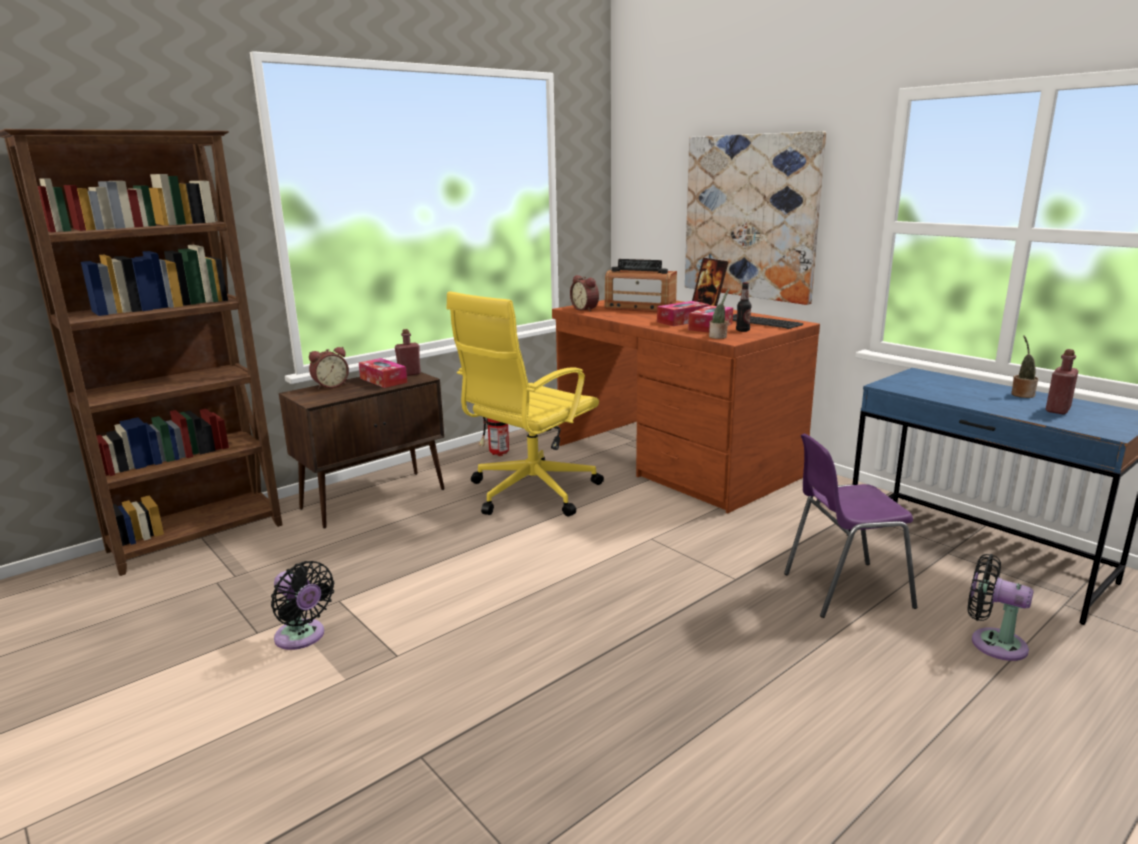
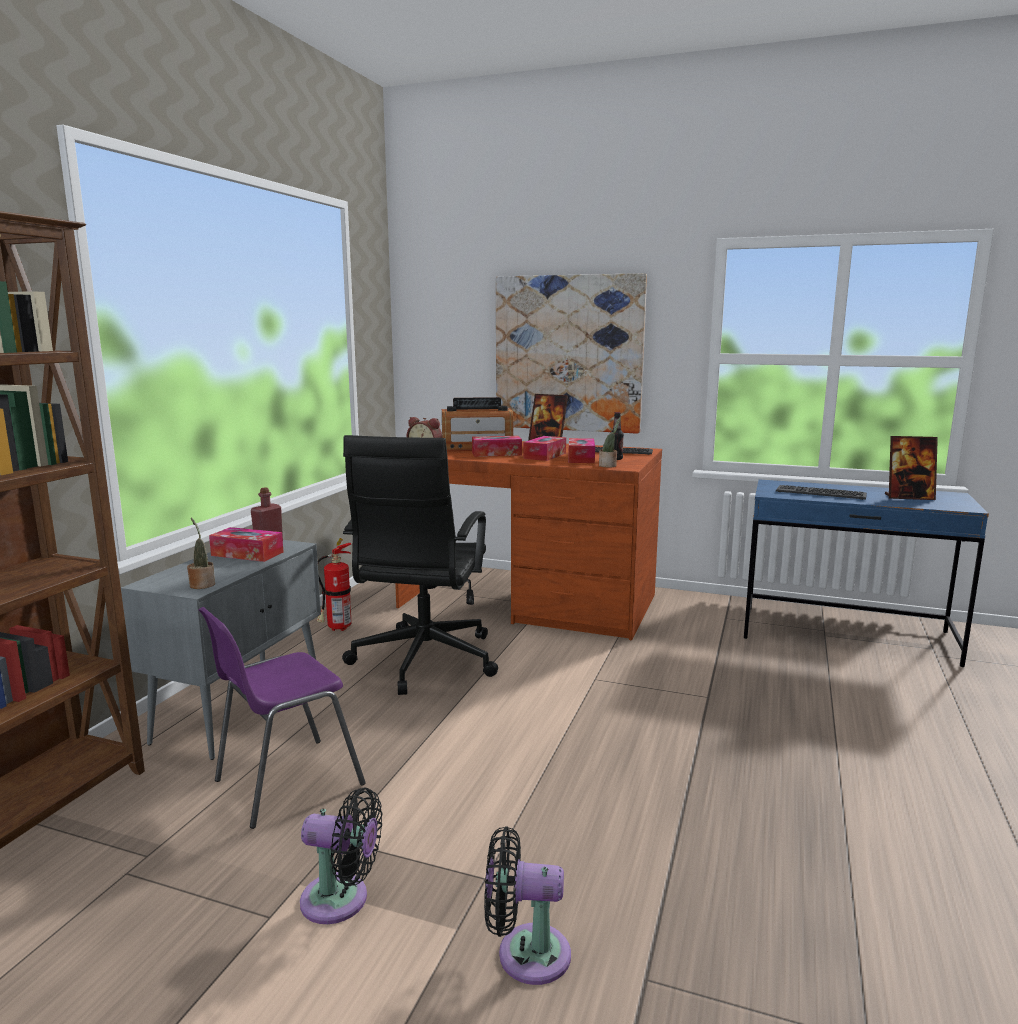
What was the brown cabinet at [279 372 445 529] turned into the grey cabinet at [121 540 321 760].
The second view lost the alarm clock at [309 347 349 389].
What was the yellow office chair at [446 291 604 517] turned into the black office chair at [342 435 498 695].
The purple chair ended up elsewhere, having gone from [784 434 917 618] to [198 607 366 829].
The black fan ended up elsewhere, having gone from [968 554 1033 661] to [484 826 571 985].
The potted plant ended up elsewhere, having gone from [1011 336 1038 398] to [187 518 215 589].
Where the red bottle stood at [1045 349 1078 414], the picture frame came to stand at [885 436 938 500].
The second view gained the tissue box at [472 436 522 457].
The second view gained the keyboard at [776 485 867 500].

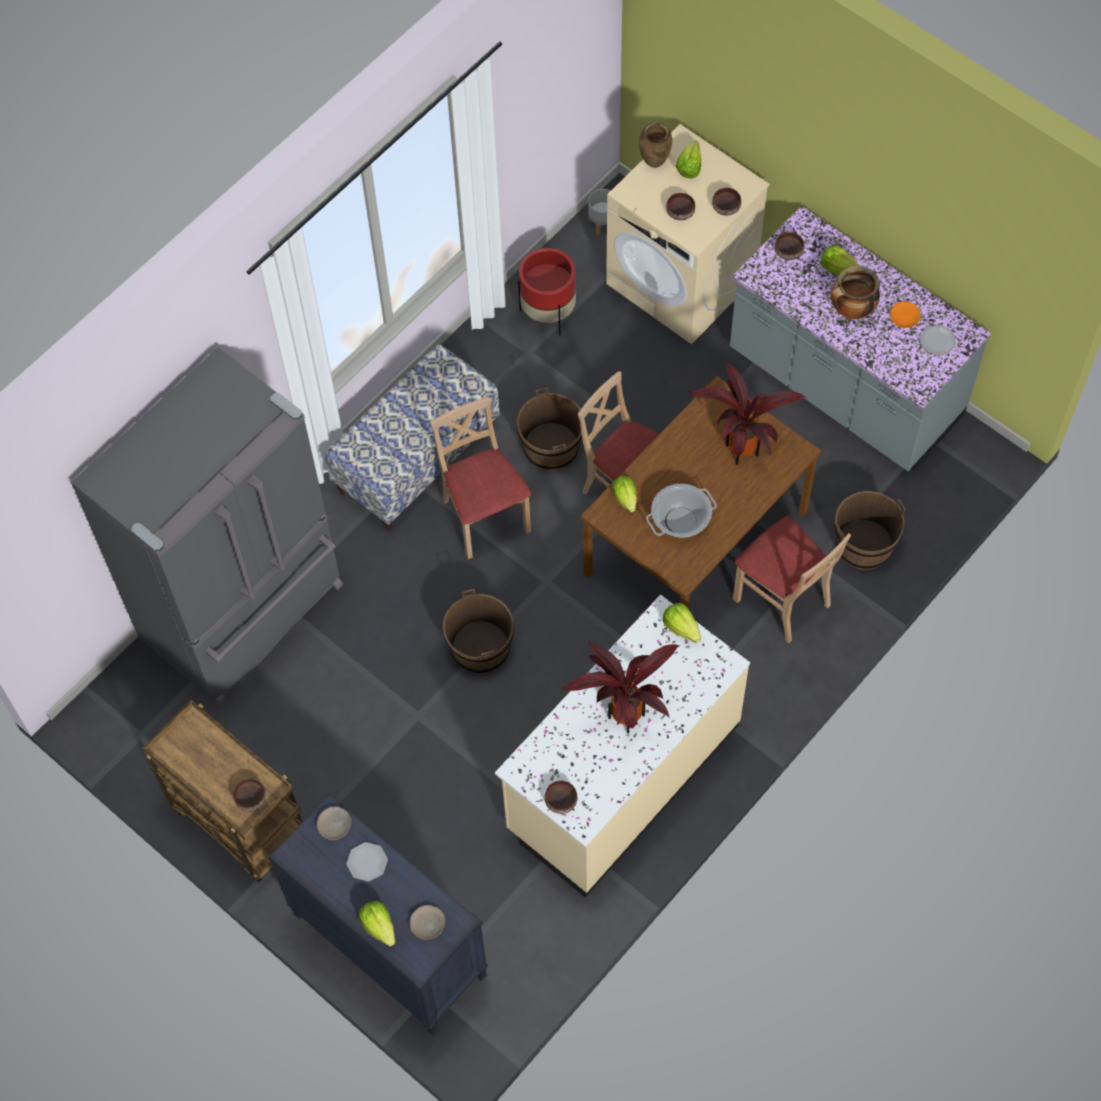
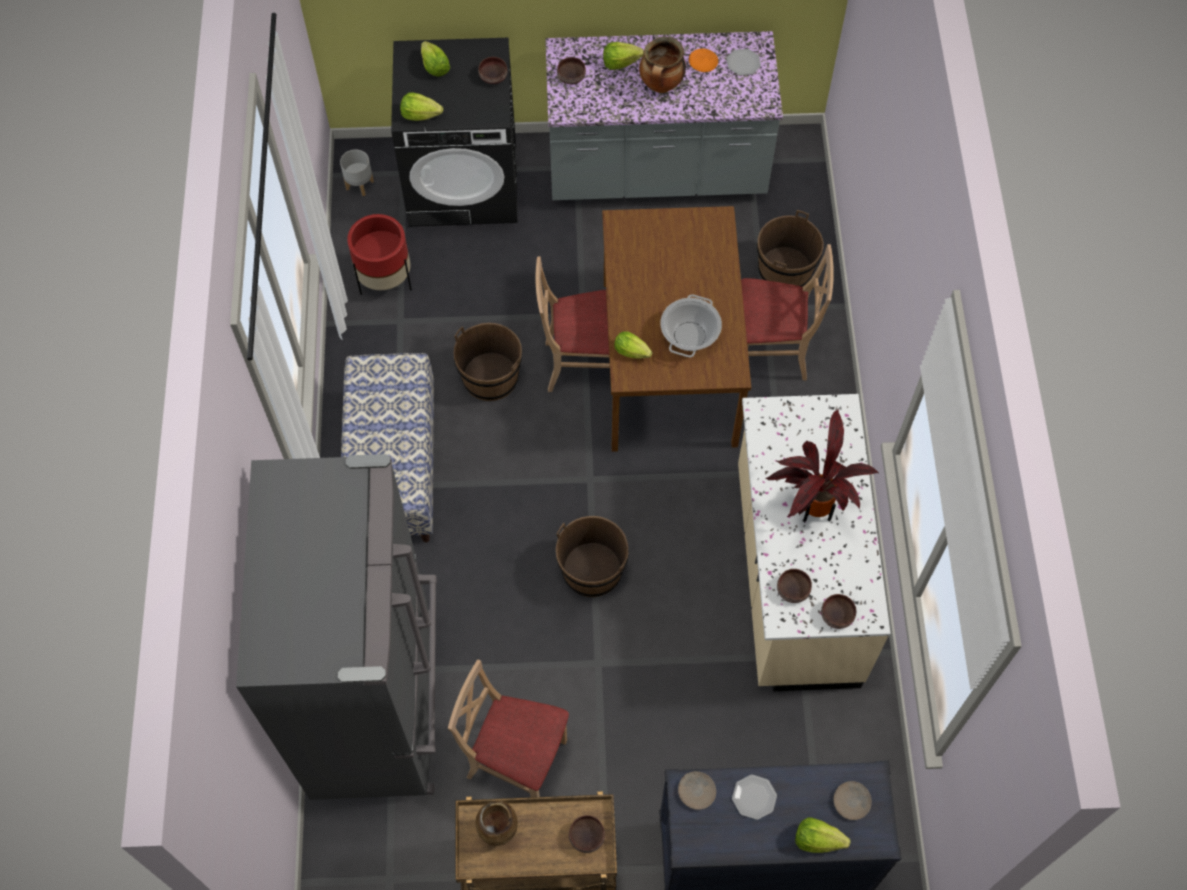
The beige chair ended up elsewhere, having gone from [430 397 531 559] to [448 659 569 797].
What was the beige washing machine at [606 124 770 344] turned into the black washing machine at [391 38 517 227].
The brown vase ended up elsewhere, having gone from [639 123 672 168] to [475 800 518 846].
The lettuce ended up elsewhere, having gone from [663 603 701 643] to [400 92 443 121].
The brown bowl ended up elsewhere, having gone from [666 193 695 220] to [777 569 812 603].
The second view lost the potted plant at [688 362 806 465].

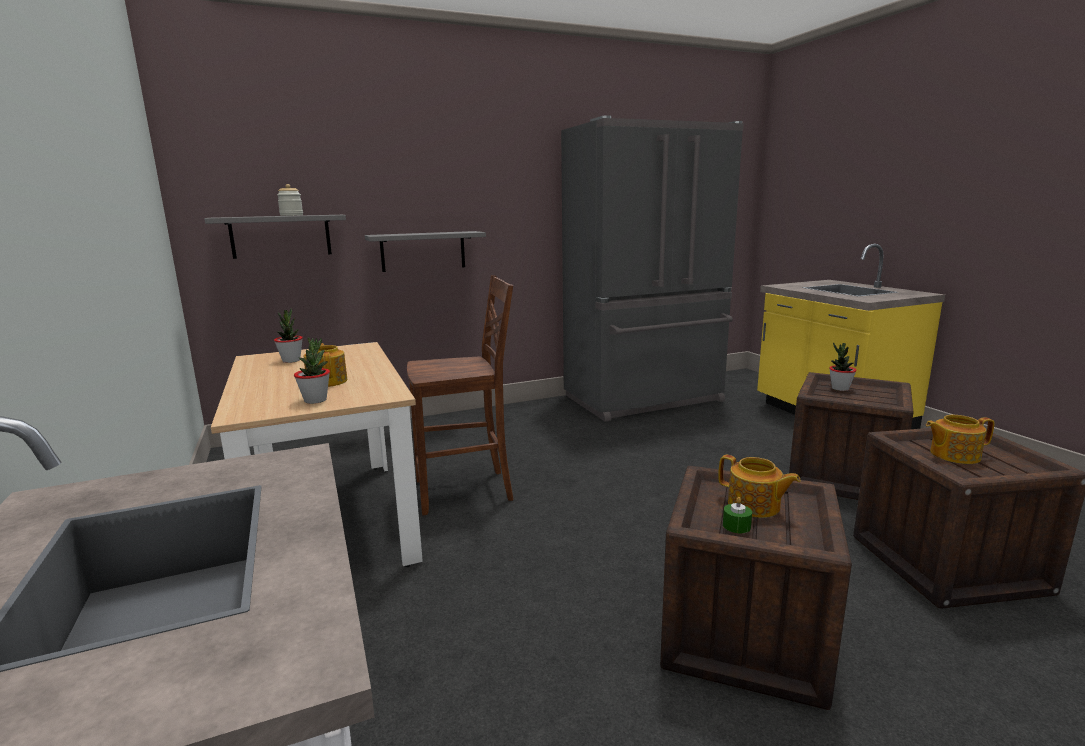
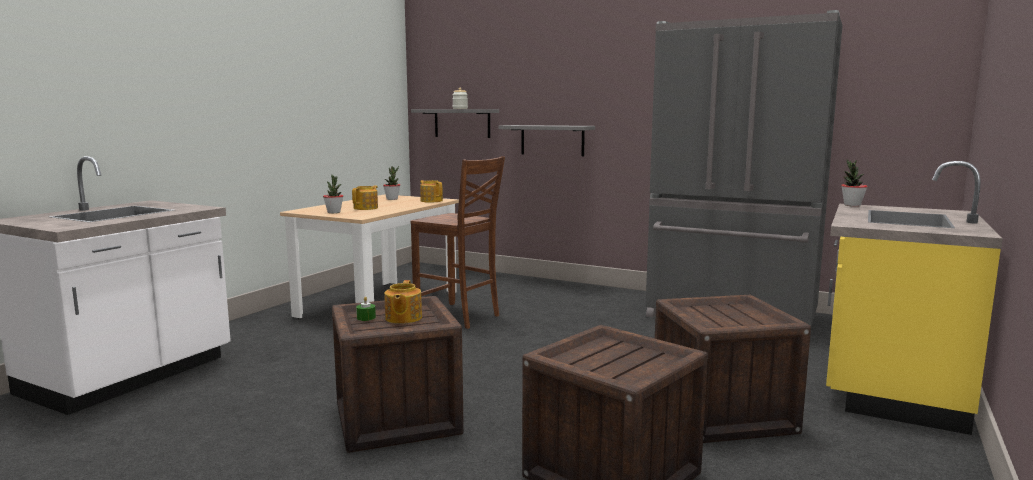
The potted plant ended up elsewhere, having gone from [829 343 857 391] to [841 160 868 207].
The teapot ended up elsewhere, having gone from [926 415 995 464] to [420 180 443 203].

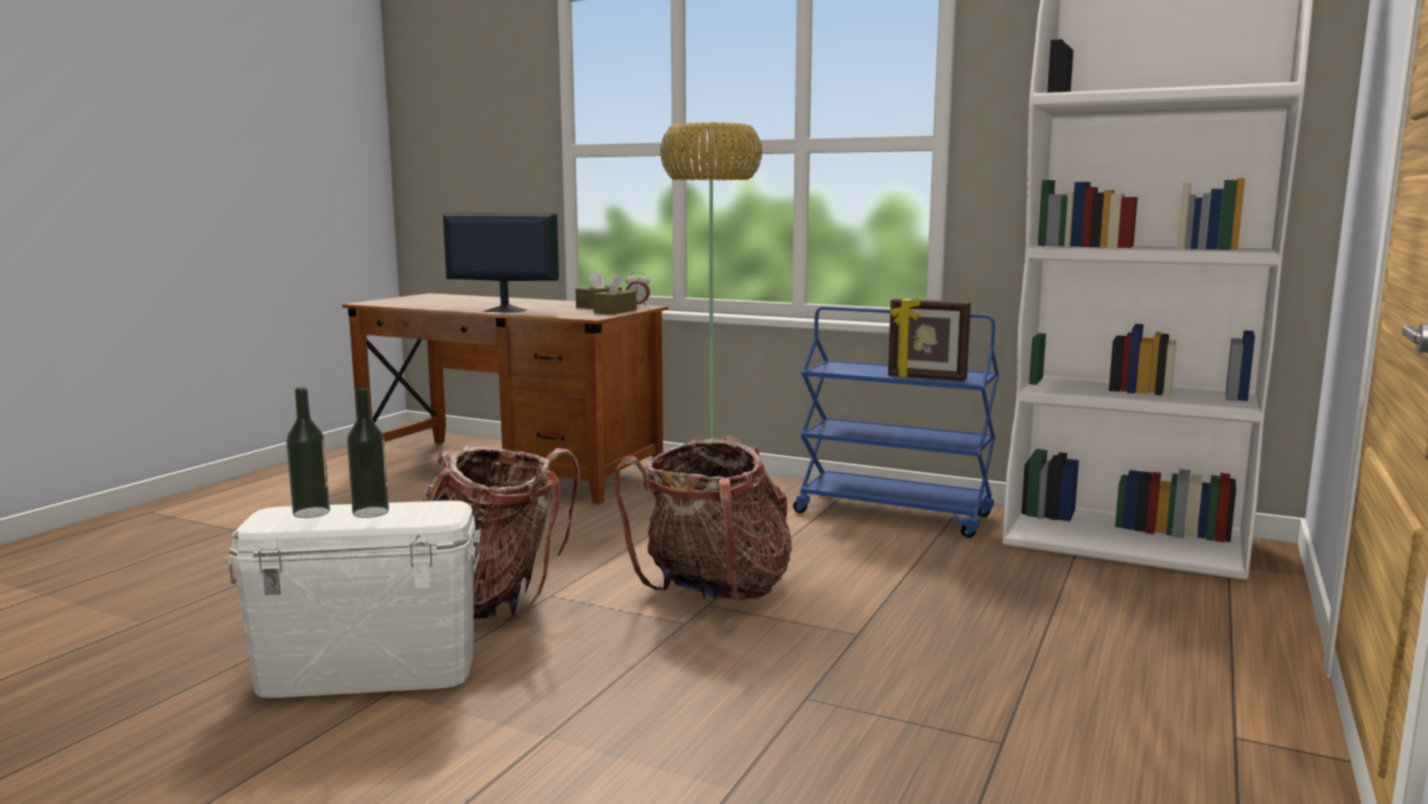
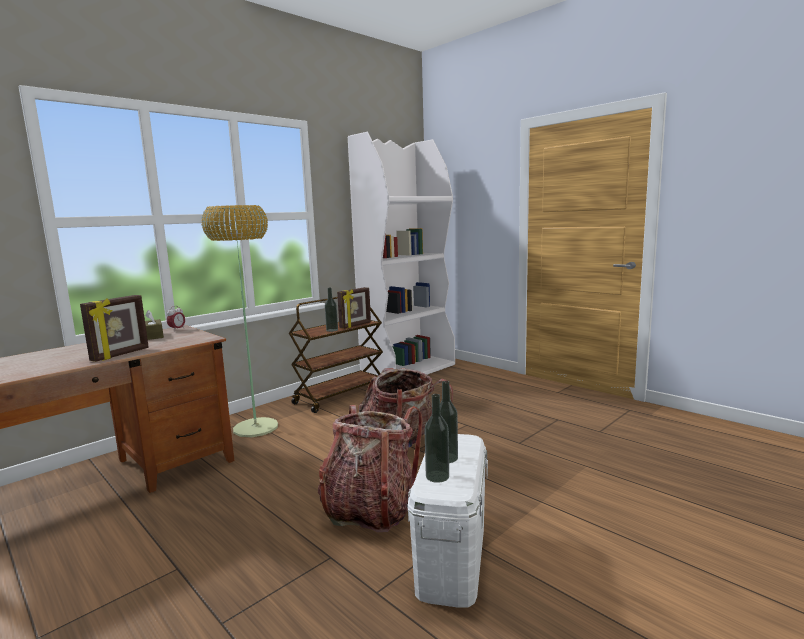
Where the monitor stood at [443 213 559 313], the picture frame came to stand at [80 295 149 362].
The second view lost the brown tissue box at [593 273 637 314].
What was the blue cart at [793 307 999 538] turned into the brown cart at [289 297 383 413].
The second view gained the bottle at [325 288 338 332].

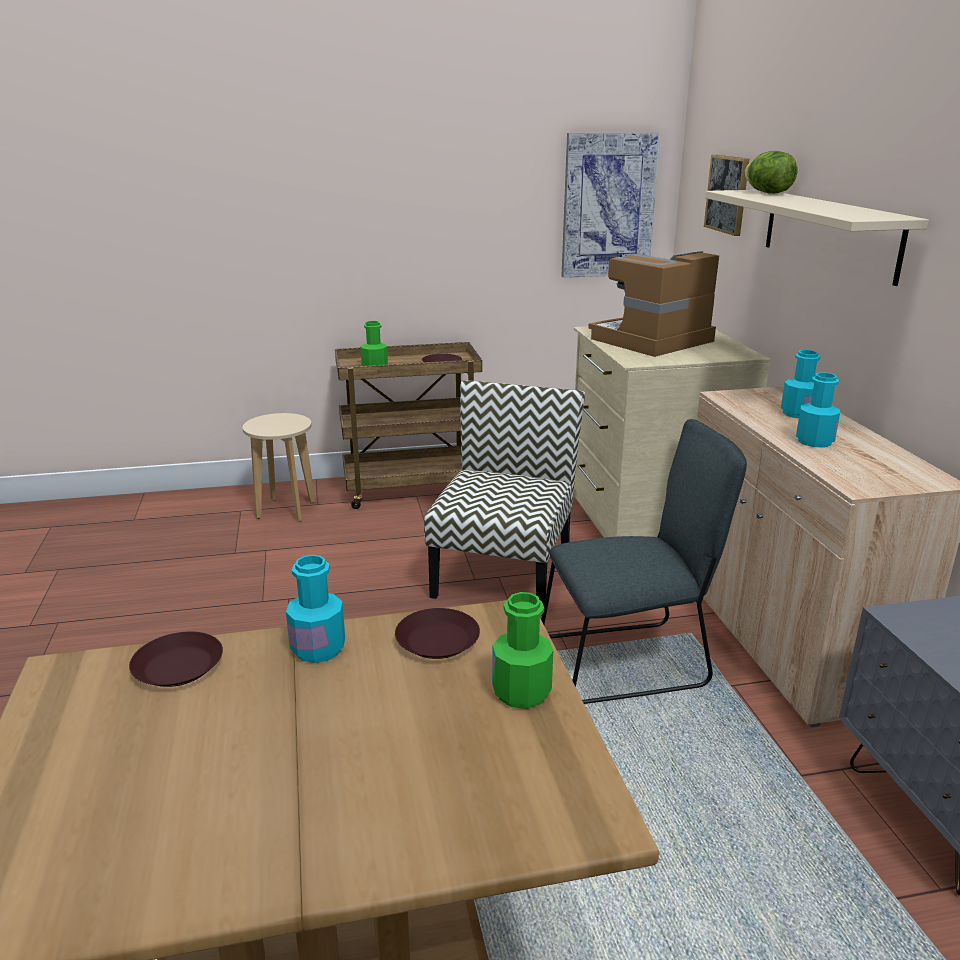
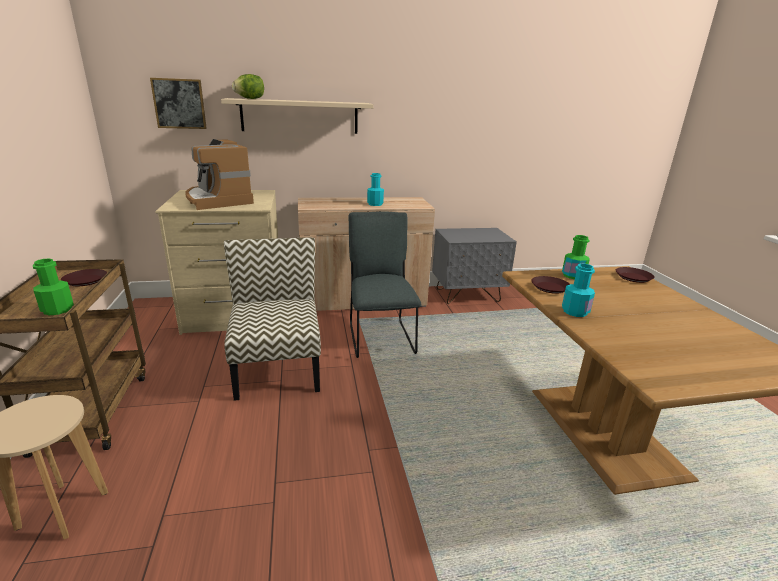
The brown plate ended up elsewhere, having gone from [129 632 223 687] to [616 267 655 283].
The chair at [424 380 585 616] ended up facing another way, 60 degrees clockwise from before.
The second view lost the picture at [561 132 660 278].
The second view lost the turquoise bottle at [781 350 820 418].

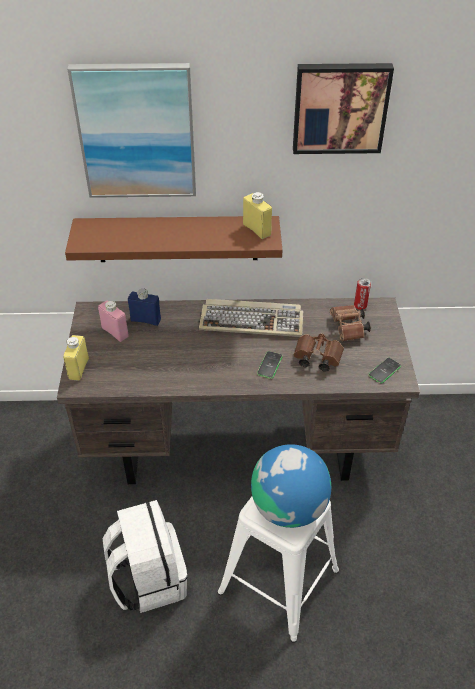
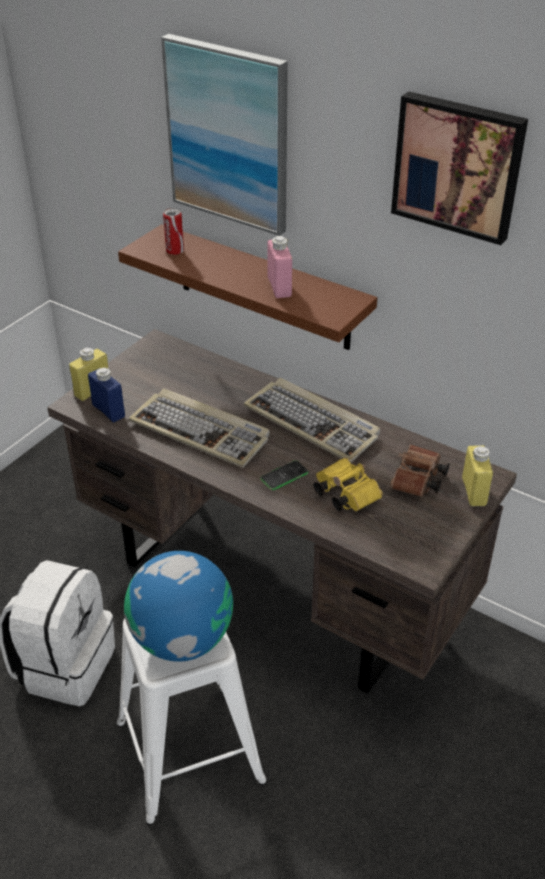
The pink bottle ended up elsewhere, having gone from [98 301 129 342] to [267 236 292 298].
The blue bottle ended up elsewhere, having gone from [128 288 161 326] to [88 368 125 422].
The yellow bottle ended up elsewhere, having gone from [243 192 272 239] to [462 445 493 506].
What was the brown binoculars at [294 333 344 372] turned into the yellow binoculars at [313 458 382 511].
The can ended up elsewhere, having gone from [354 278 371 310] to [163 208 184 255].
The second view lost the phone at [368 357 401 384].
The second view gained the keyboard at [129 388 270 468].

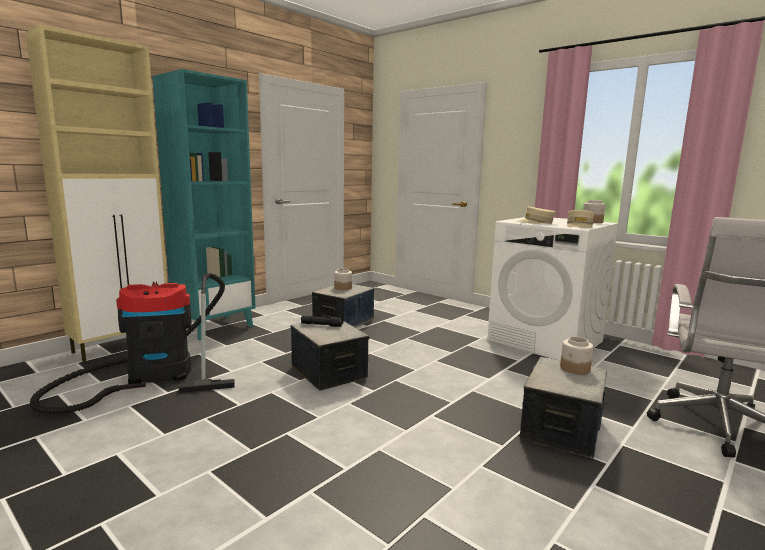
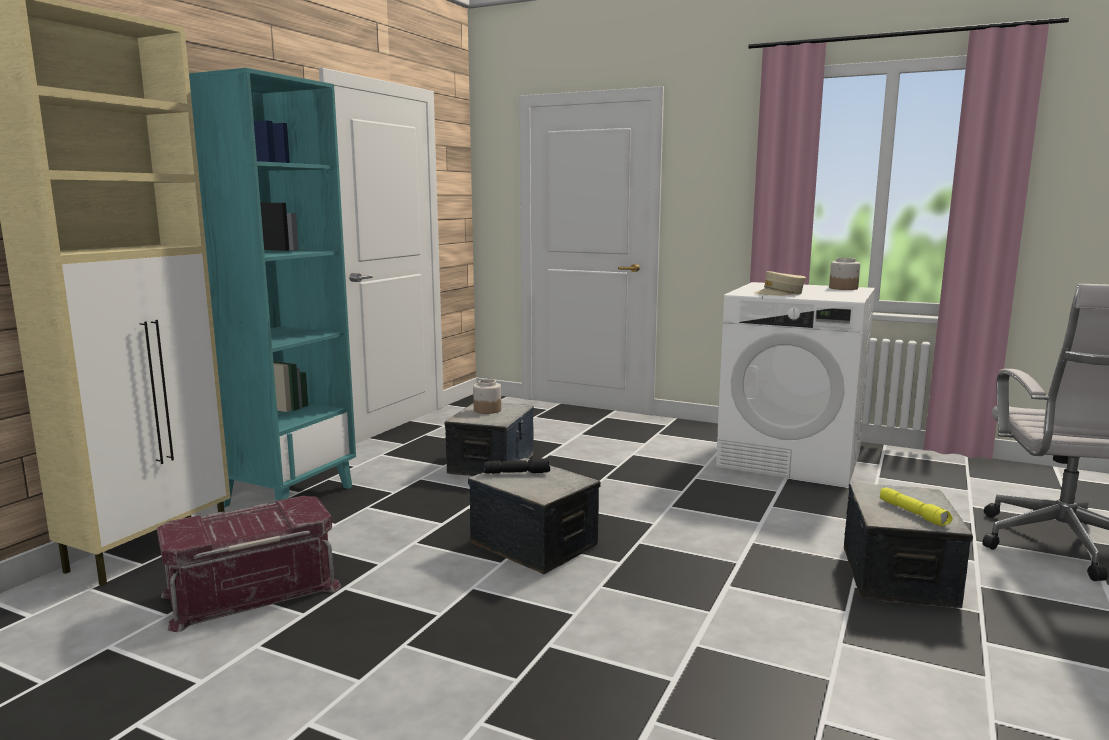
Where the vacuum cleaner stood at [30 273 235 415], the red storage box came to stand at [157 496 341 632].
The second view lost the jar at [560 336 593 375].
The second view lost the beige cap at [567 210 595 228].
The second view gained the yellow flashlight at [880 487 952 526].

